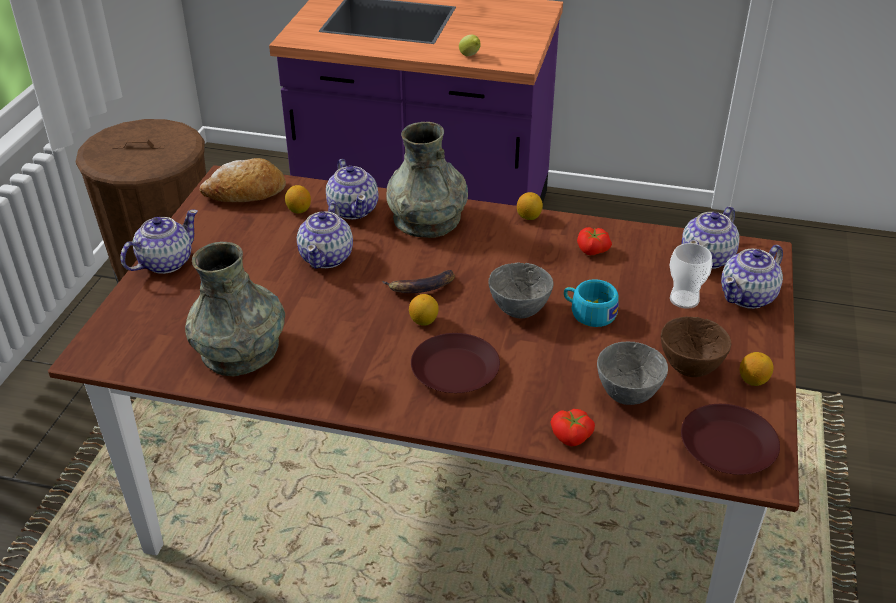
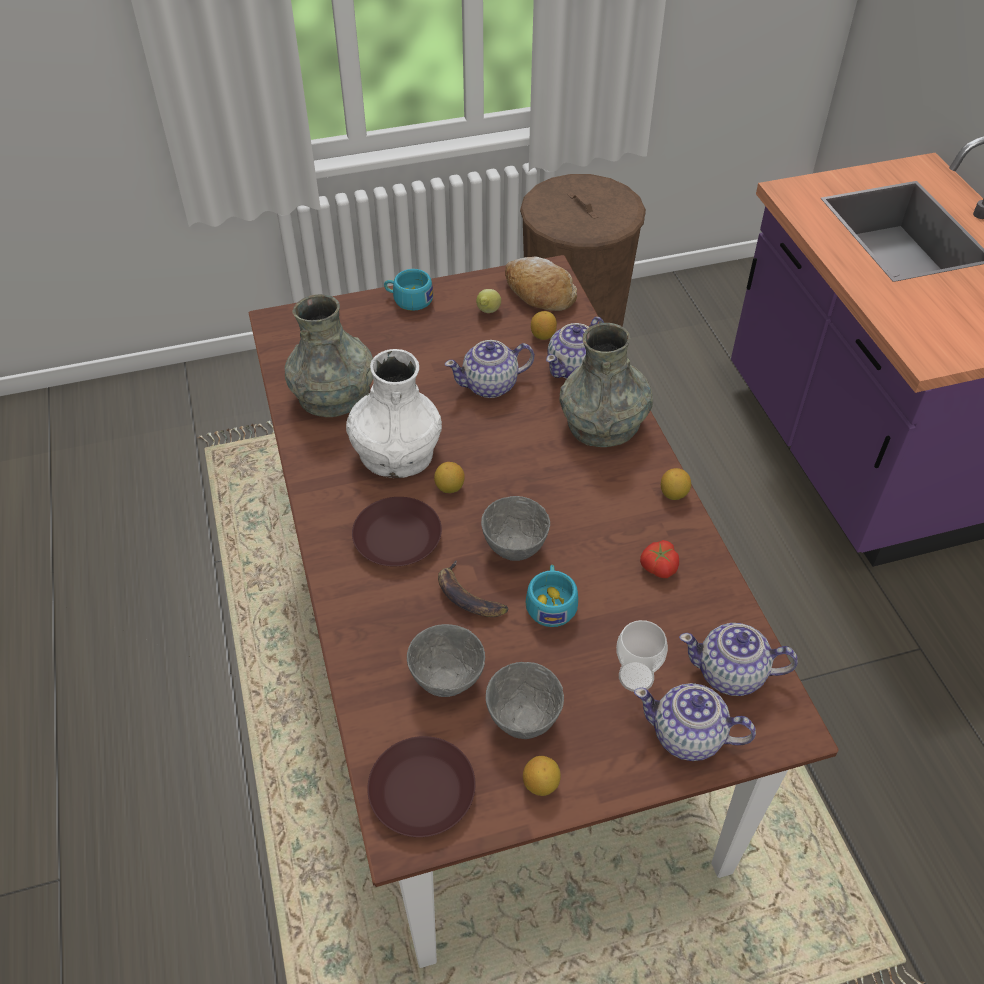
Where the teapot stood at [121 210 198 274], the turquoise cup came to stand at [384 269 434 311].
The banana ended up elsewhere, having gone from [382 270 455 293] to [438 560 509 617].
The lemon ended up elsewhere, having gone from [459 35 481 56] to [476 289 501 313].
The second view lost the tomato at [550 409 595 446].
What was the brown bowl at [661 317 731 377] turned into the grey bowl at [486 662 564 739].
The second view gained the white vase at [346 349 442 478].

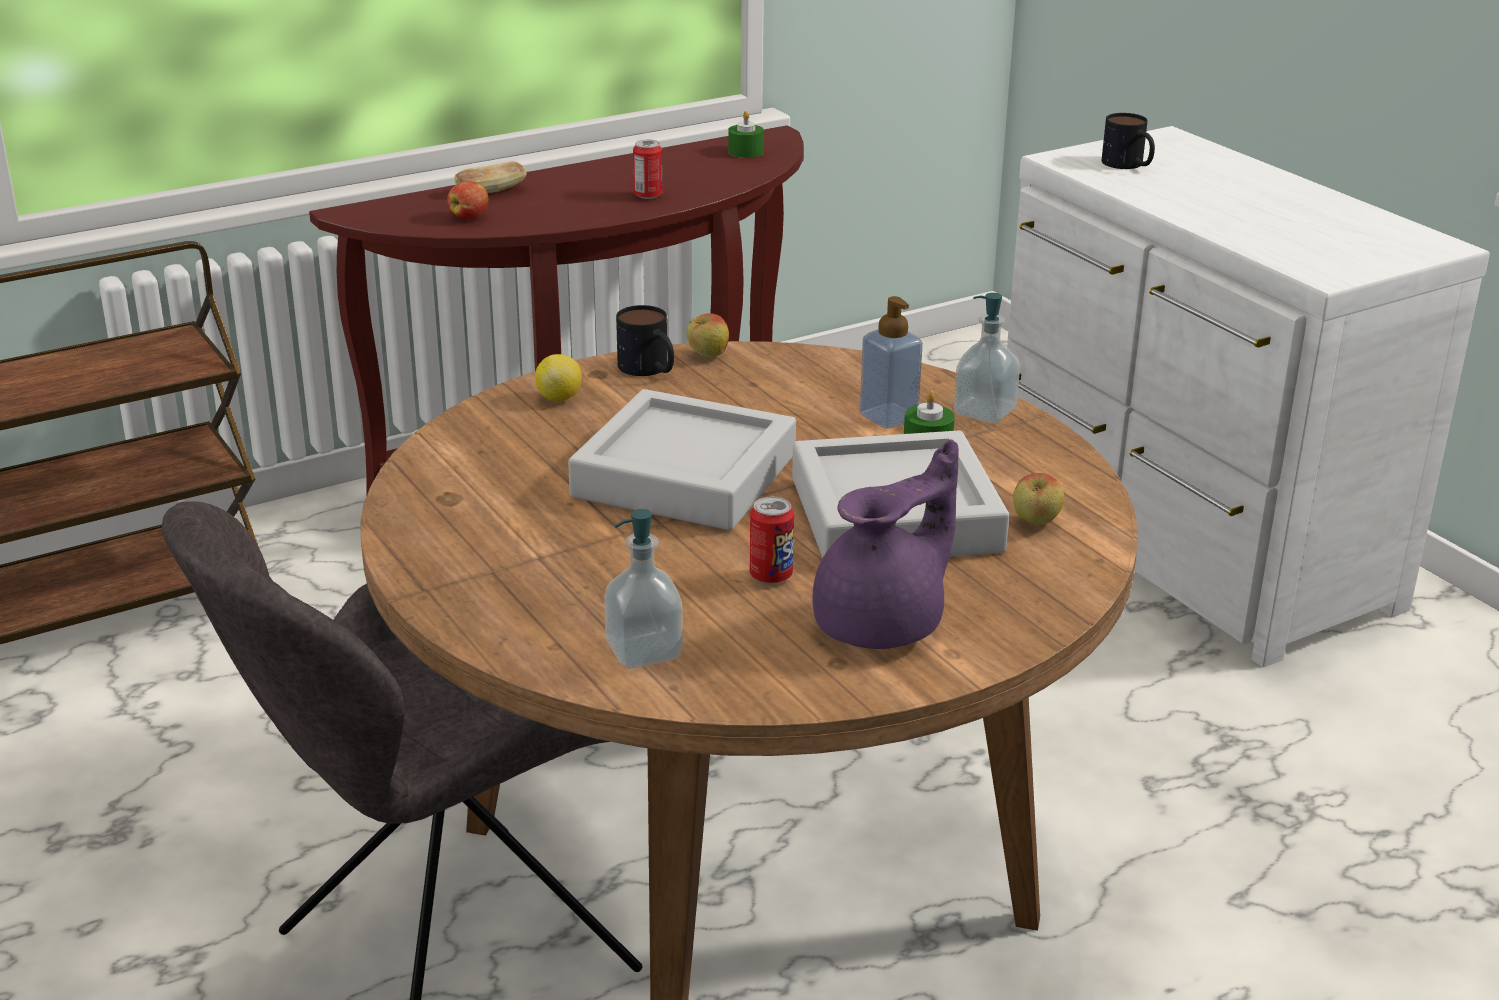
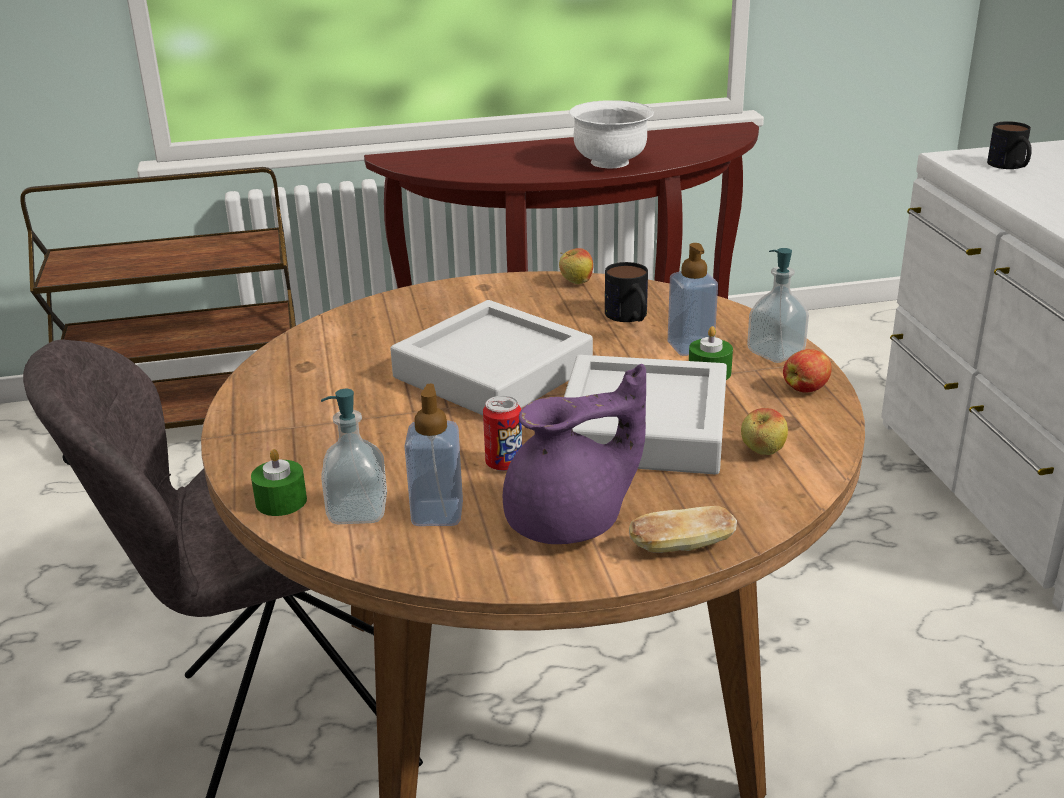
The apple ended up elsewhere, having gone from [447 181 489 220] to [783 349 831 393].
The bread ended up elsewhere, having gone from [454 161 527 193] to [629 506 737 553].
The second view lost the lemon at [535 354 582 401].
The mug ended up elsewhere, having gone from [616 305 674 376] to [605 262 648 322].
Where the can stood at [633 140 662 199], the white bowl came to stand at [569 100 654 168].
The green candle ended up elsewhere, having gone from [728 111 764 158] to [251 449 307 516].
The second view gained the soap dispenser at [404 384 463 526].

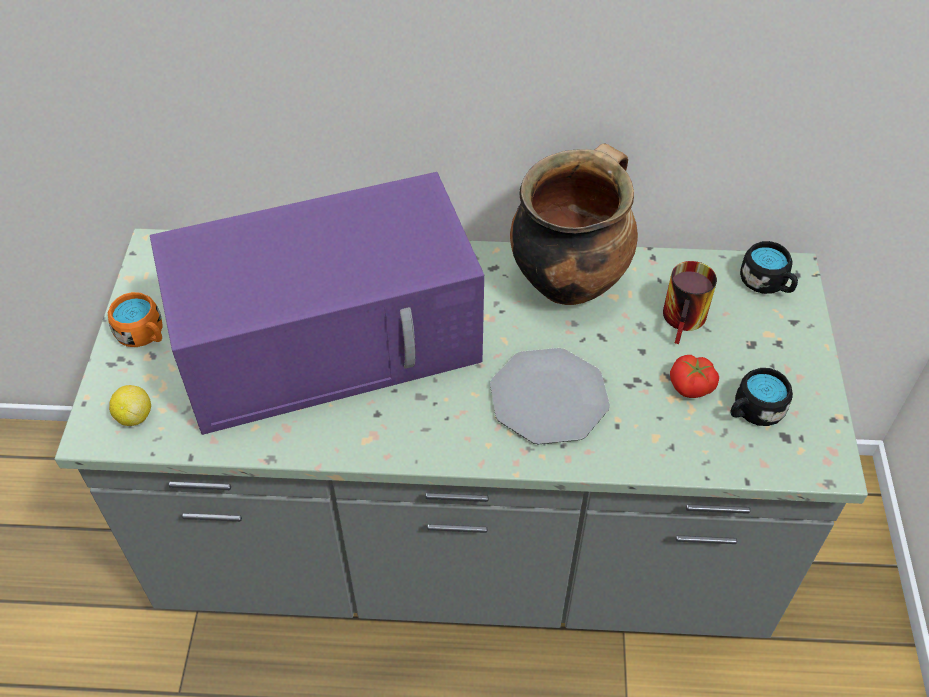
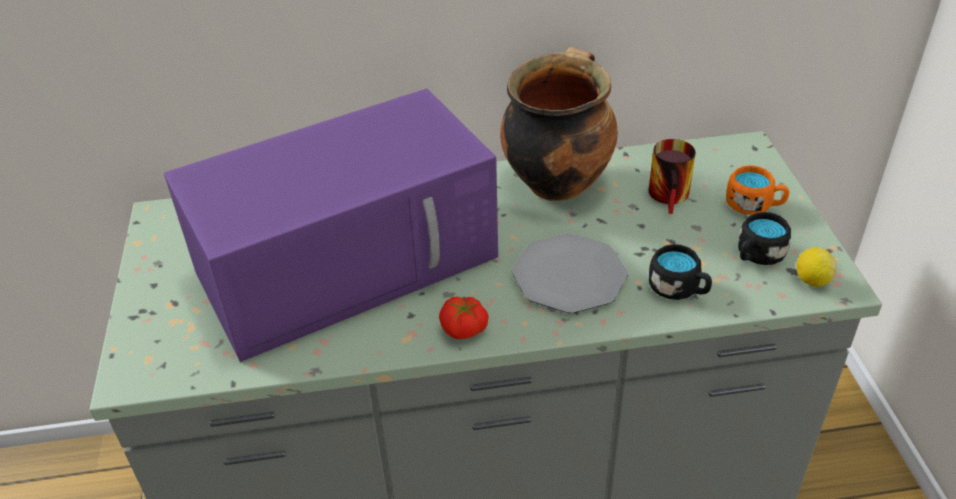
The orange mug ended up elsewhere, having gone from [108 292 163 347] to [726 165 789 215].
The lemon ended up elsewhere, having gone from [109 385 151 426] to [797 248 836 287].
The tomato ended up elsewhere, having gone from [670 355 719 398] to [439 297 489 339].
The black mug ended up elsewhere, having gone from [740 241 798 294] to [649 244 712 300].

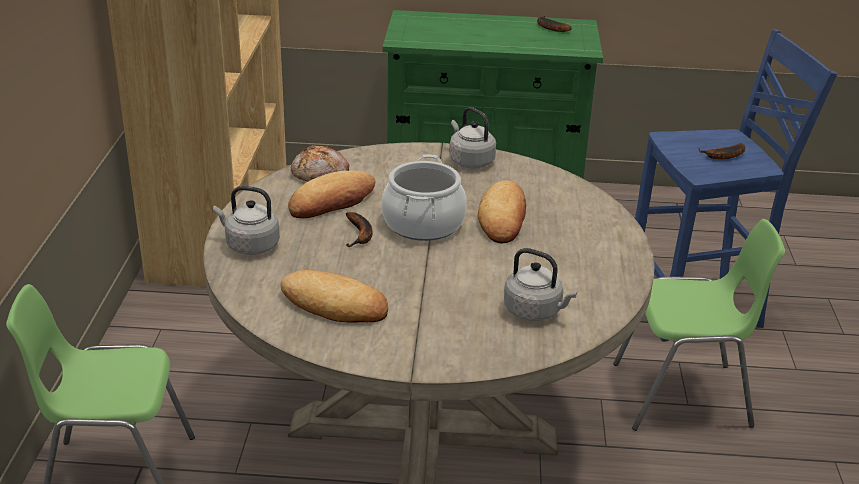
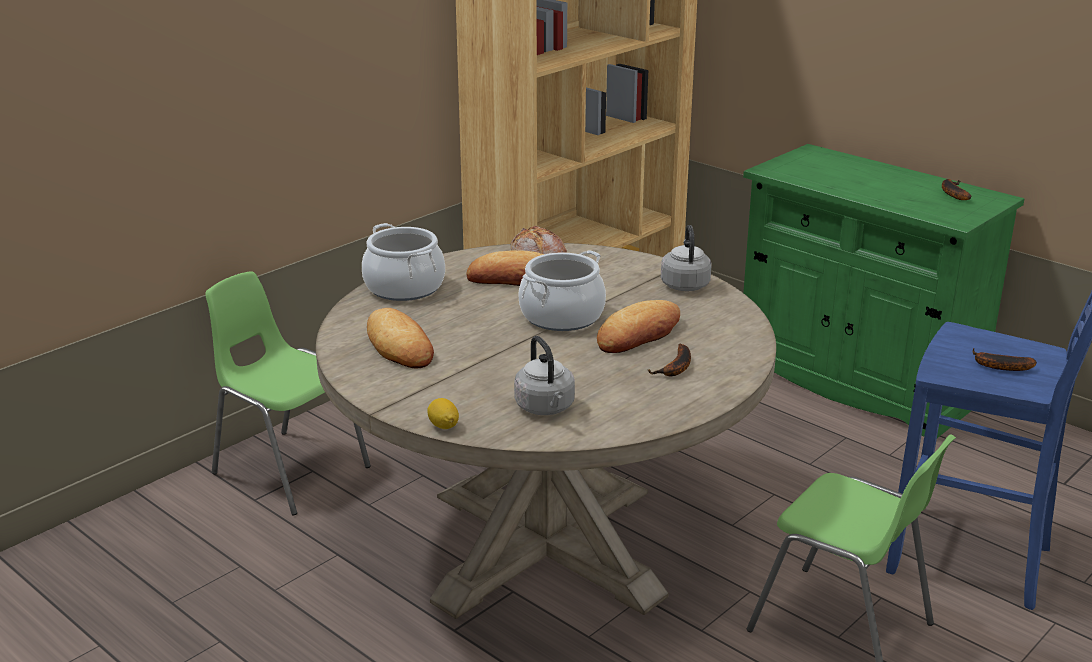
Where the grey kettle stood at [213 186 280 255], the cooking pot came to stand at [362 223 445 301].
The banana ended up elsewhere, having gone from [346 212 373 247] to [647 344 691 376].
The second view gained the lemon at [428 398 459 429].

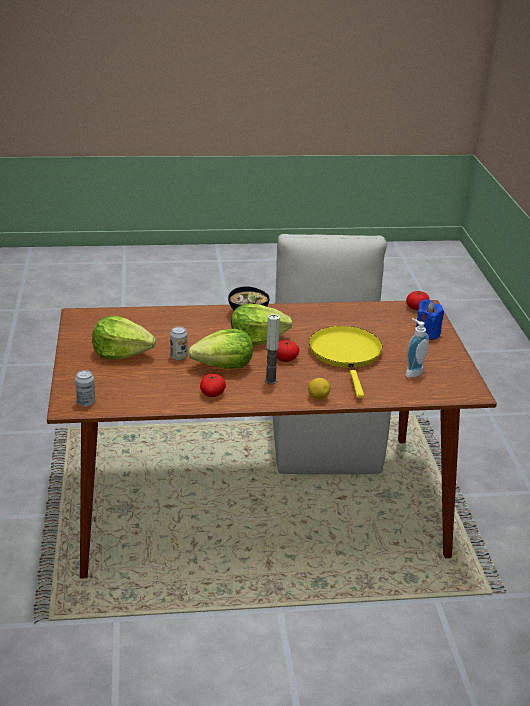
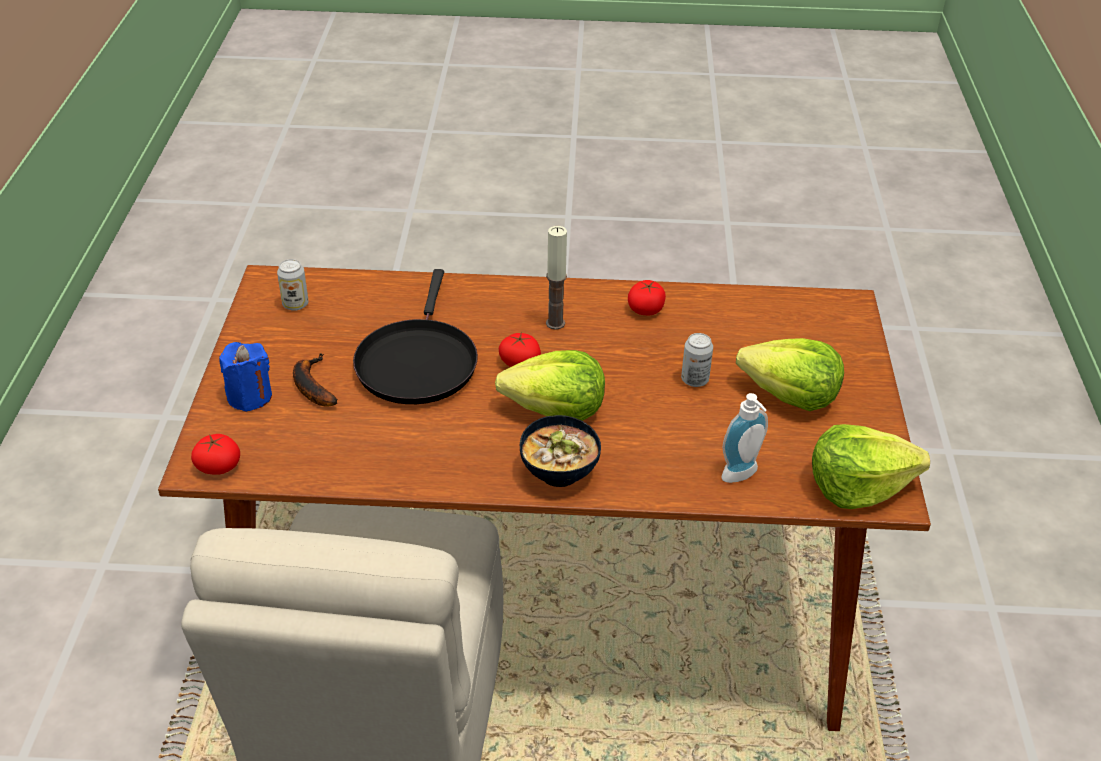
The can ended up elsewhere, having gone from [75 370 95 407] to [277 259 309 311].
The lettuce ended up elsewhere, having gone from [188 329 253 369] to [812 424 930 509].
The second view lost the lemon at [308 378 330 399].
What was the yellow frying pan at [309 326 383 398] turned into the black frying pan at [353 269 478 404].
The soap dispenser ended up elsewhere, having gone from [406 318 429 378] to [721 393 768 483].
The second view gained the banana at [293 353 338 407].

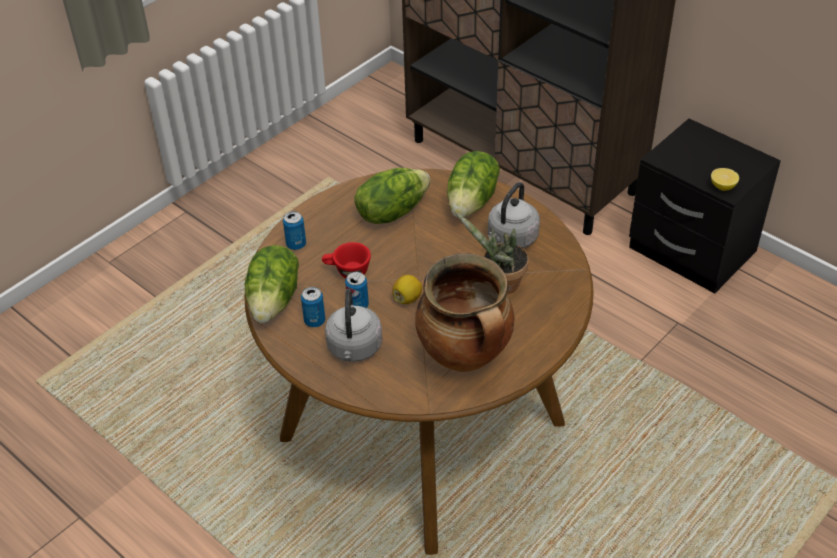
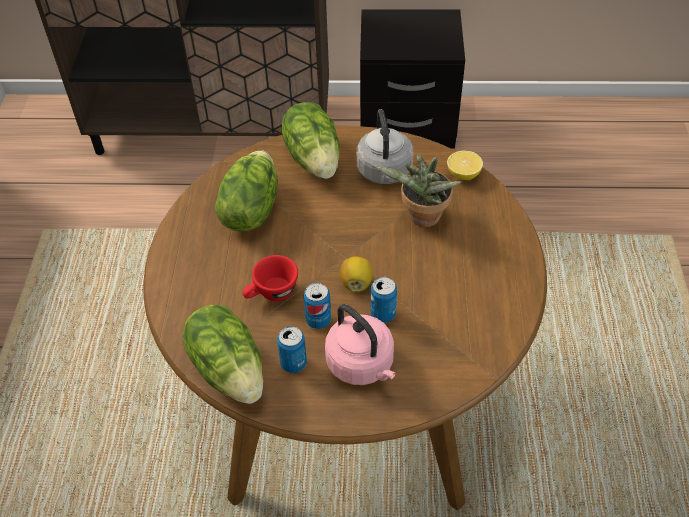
The can ended up elsewhere, having gone from [283 211 306 250] to [371 277 397 323].
What was the grey kettle at [325 288 382 362] turned into the pink kettle at [325 304 396 385].
The second view lost the cooking pot at [415 253 514 372].
The lemon ended up elsewhere, having gone from [711 168 739 191] to [447 151 483 180].

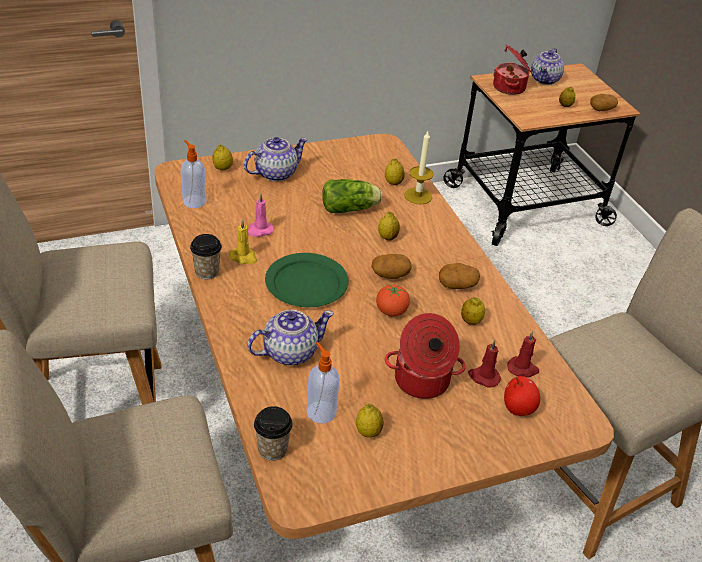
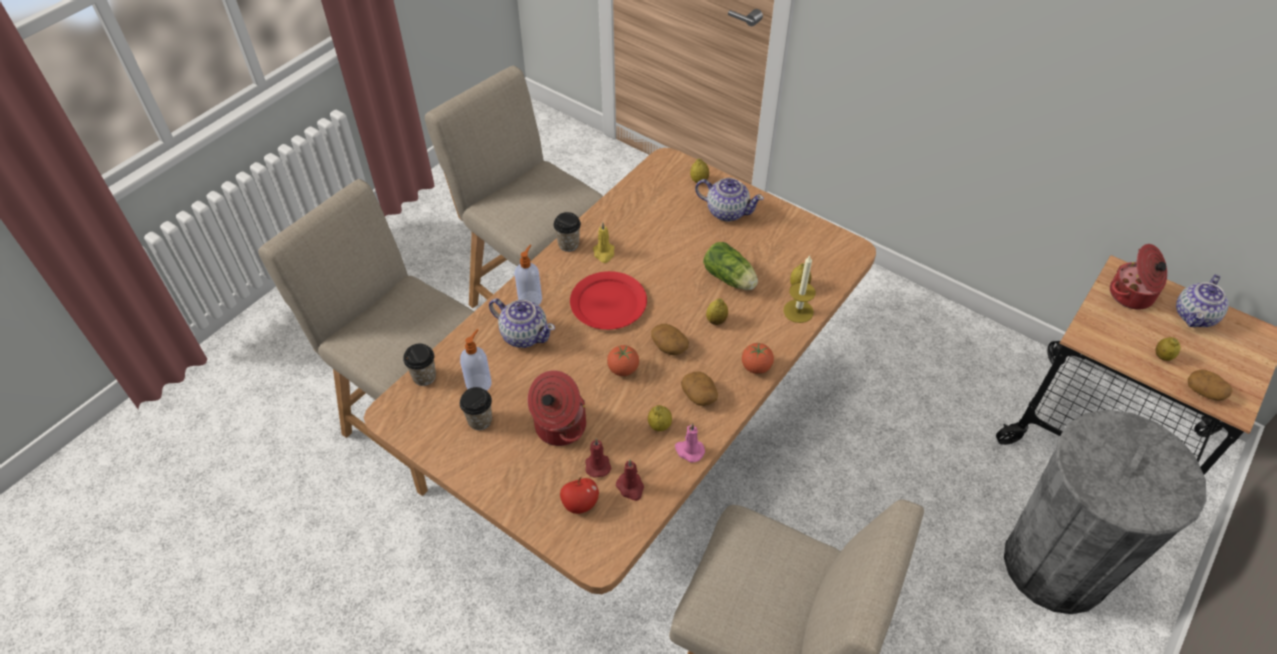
The soap dispenser ended up elsewhere, having gone from [181 140 206 208] to [514 245 542 305].
The pink candle ended up elsewhere, having gone from [248 194 274 237] to [675 423 705 463].
What was the green plate at [265 253 349 307] turned into the red plate at [570 271 647 330].
Where the lemon stood at [356 403 384 438], the cup came to stand at [460 387 492 430].
The teapot at [531 48 564 85] ended up facing another way, 45 degrees counterclockwise from before.
The second view gained the tomato at [742 343 774 374].
The second view gained the grey trash can at [1004 410 1207 614].

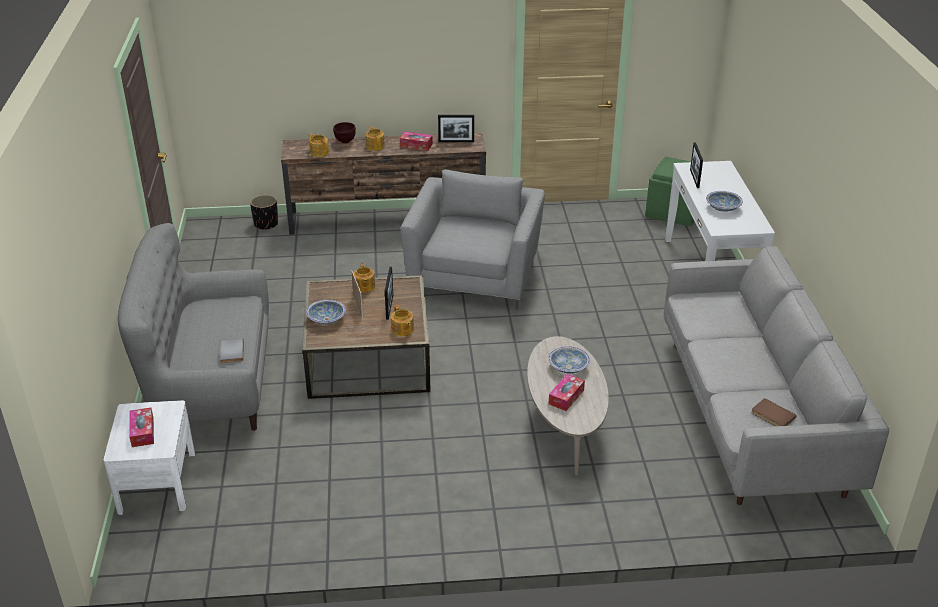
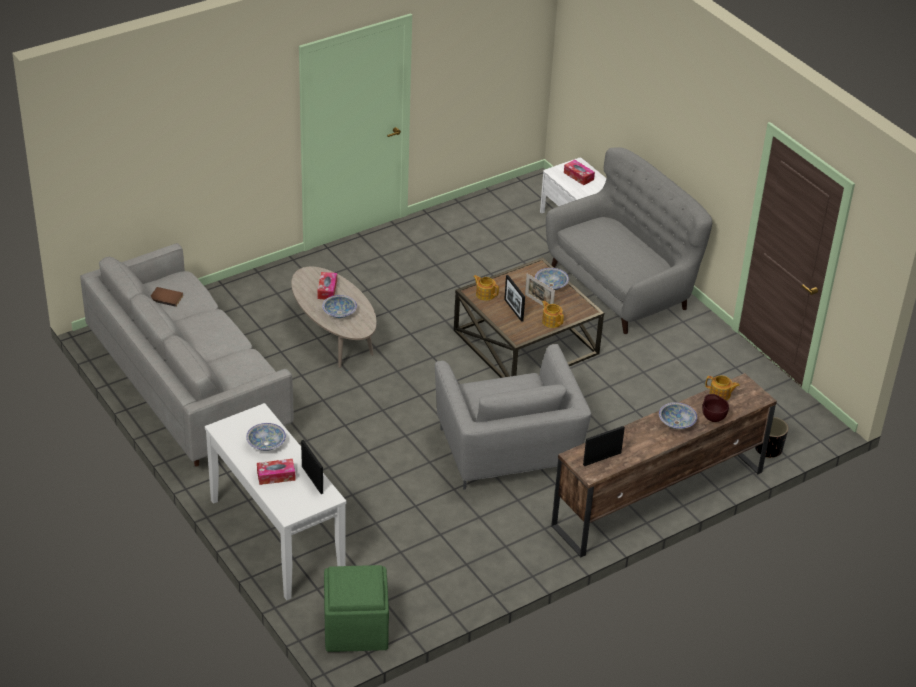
The second view lost the grey book at [220 338 244 363].
Where the teapot stood at [366 126 385 151], the bowl came to stand at [659 402 697 429].
The tissue box ended up elsewhere, having gone from [400 132 433 151] to [257 459 296 485].

